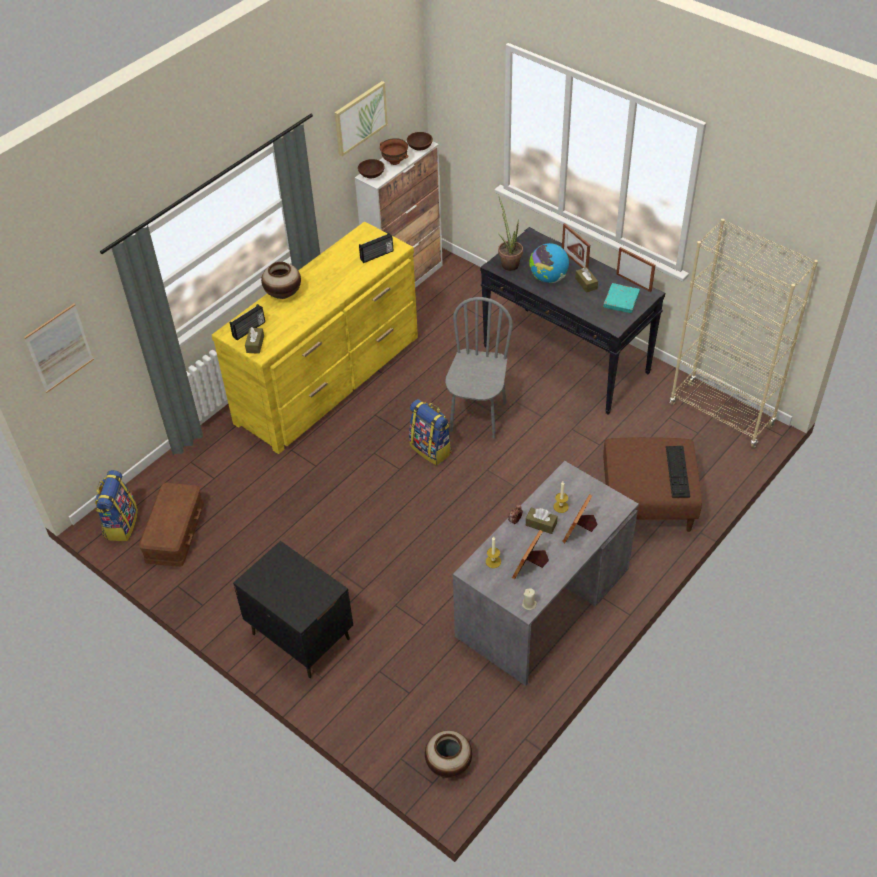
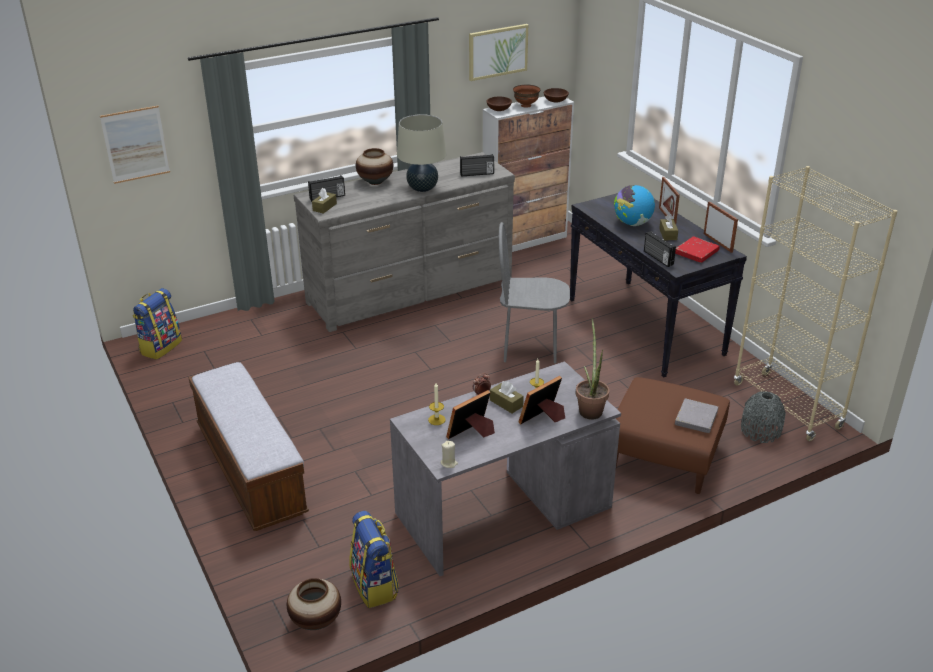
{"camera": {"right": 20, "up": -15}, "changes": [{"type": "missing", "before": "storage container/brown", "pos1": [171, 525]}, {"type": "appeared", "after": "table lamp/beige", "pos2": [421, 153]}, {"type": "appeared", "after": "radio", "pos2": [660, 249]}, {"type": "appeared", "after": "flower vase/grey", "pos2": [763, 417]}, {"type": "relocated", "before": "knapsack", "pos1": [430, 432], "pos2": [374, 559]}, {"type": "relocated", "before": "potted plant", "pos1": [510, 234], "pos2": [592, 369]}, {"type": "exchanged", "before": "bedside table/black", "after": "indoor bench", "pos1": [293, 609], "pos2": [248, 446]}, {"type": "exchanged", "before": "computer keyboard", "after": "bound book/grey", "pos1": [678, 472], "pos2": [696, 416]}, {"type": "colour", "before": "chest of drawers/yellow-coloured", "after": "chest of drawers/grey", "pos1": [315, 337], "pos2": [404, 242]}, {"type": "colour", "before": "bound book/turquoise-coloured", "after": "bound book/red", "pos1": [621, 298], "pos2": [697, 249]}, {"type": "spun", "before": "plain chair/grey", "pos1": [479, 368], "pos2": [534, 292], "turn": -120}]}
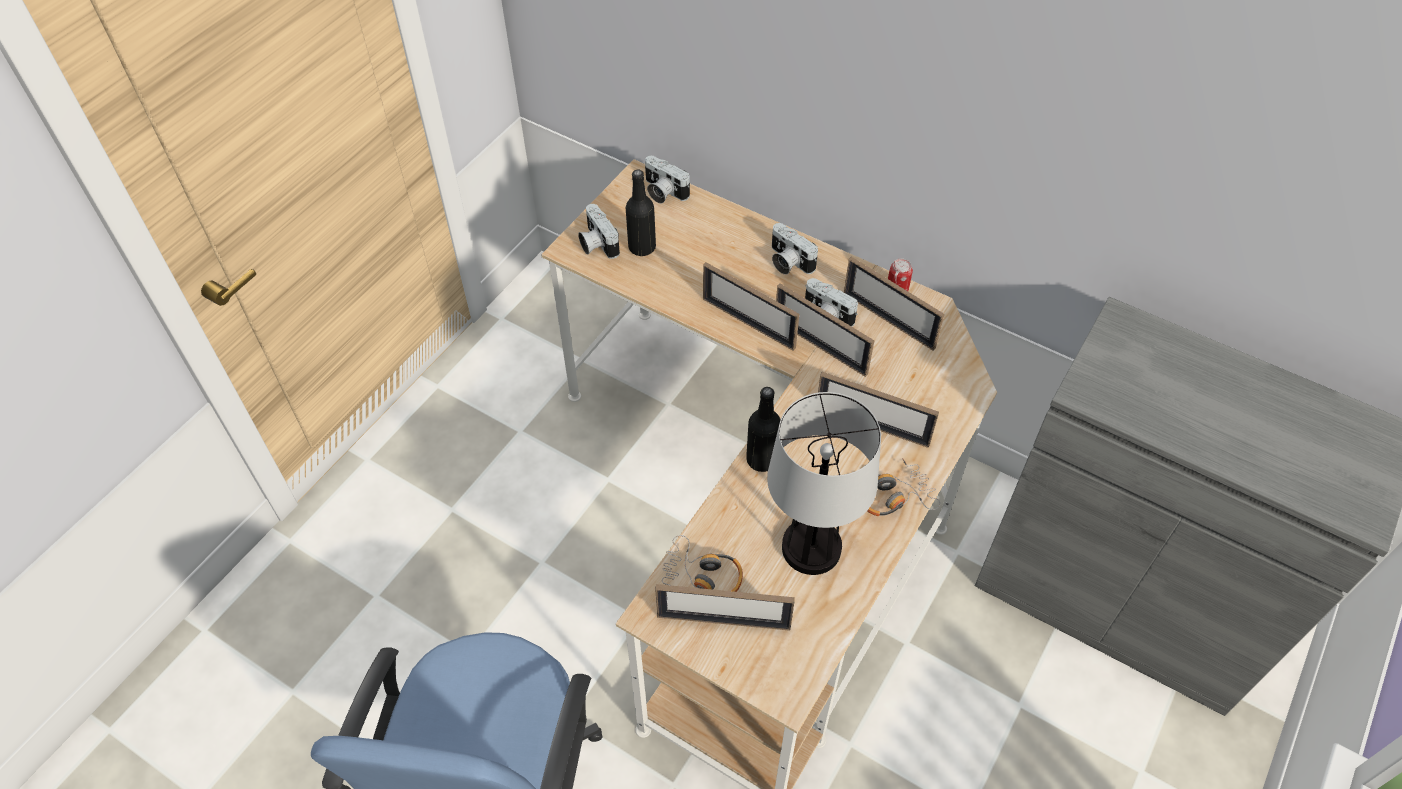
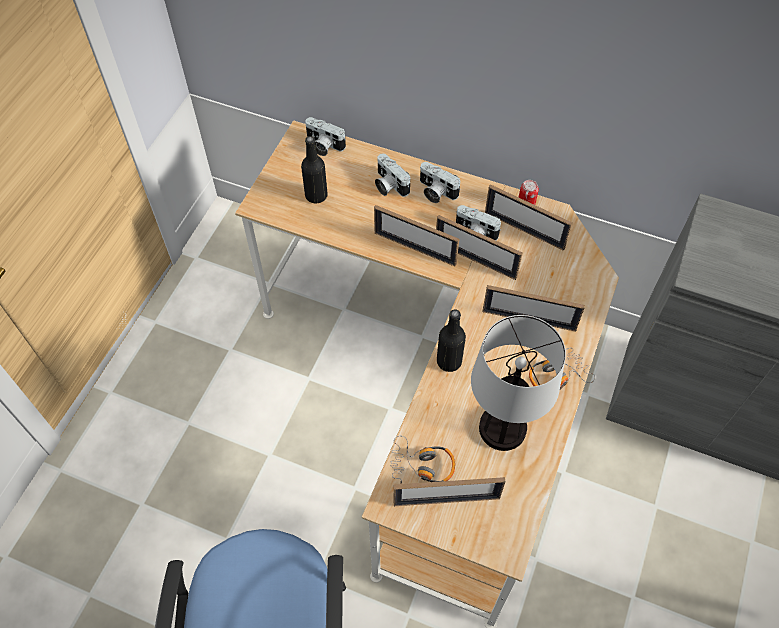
{"camera": {"right": -10, "up": 5}, "changes": [{"type": "relocated", "before": "still camera", "pos1": [599, 231], "pos2": [392, 175]}]}
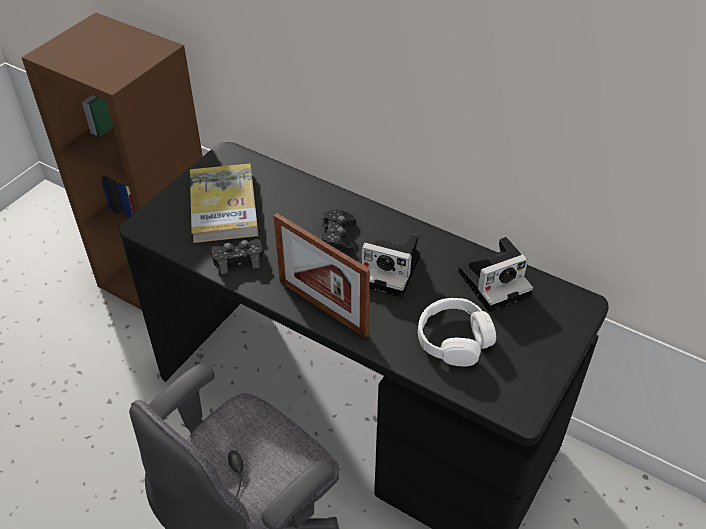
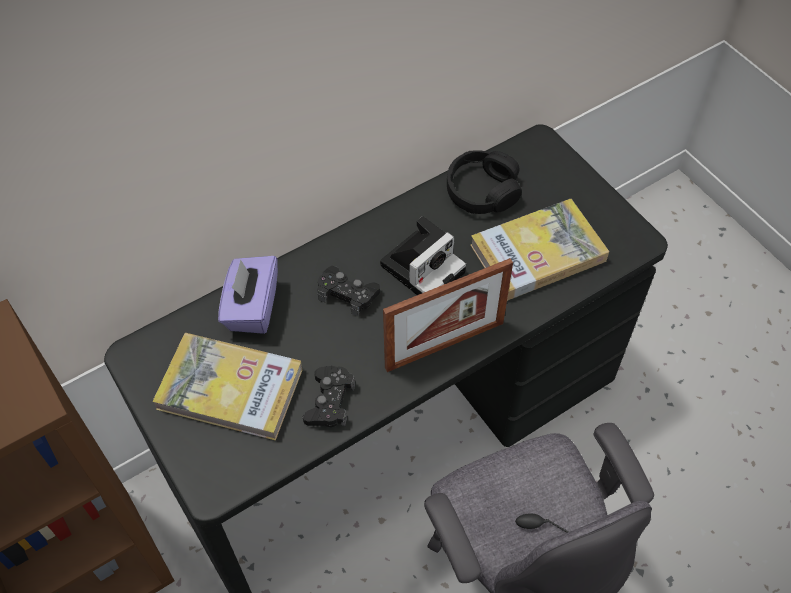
{"camera": {"right": -65, "up": 10}, "changes": [{"type": "appeared", "after": "tissue box/purple-coloured", "pos2": [248, 295]}, {"type": "exchanged", "before": "pair of headphones/whitish", "after": "bound book", "pos1": [457, 332], "pos2": [539, 250]}, {"type": "exchanged", "before": "still camera", "after": "pair of headphones/black", "pos1": [495, 274], "pos2": [484, 182]}]}
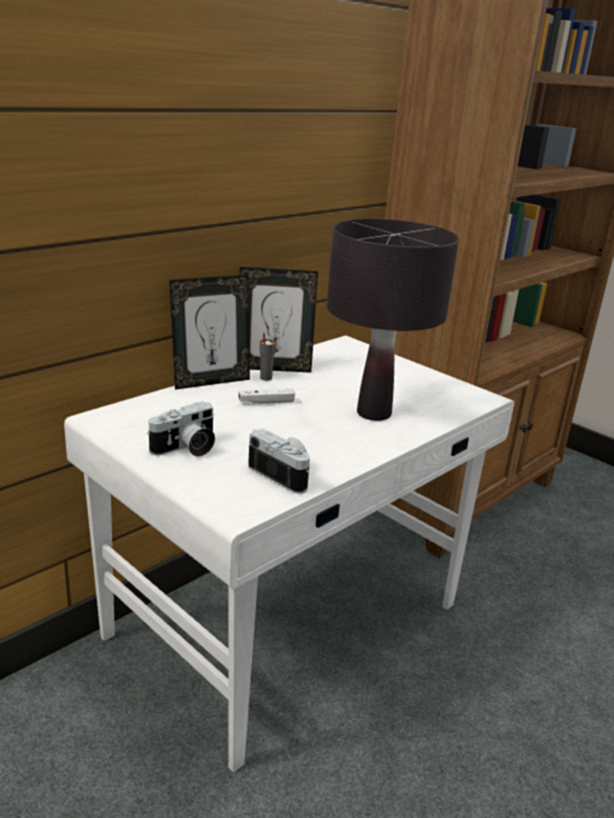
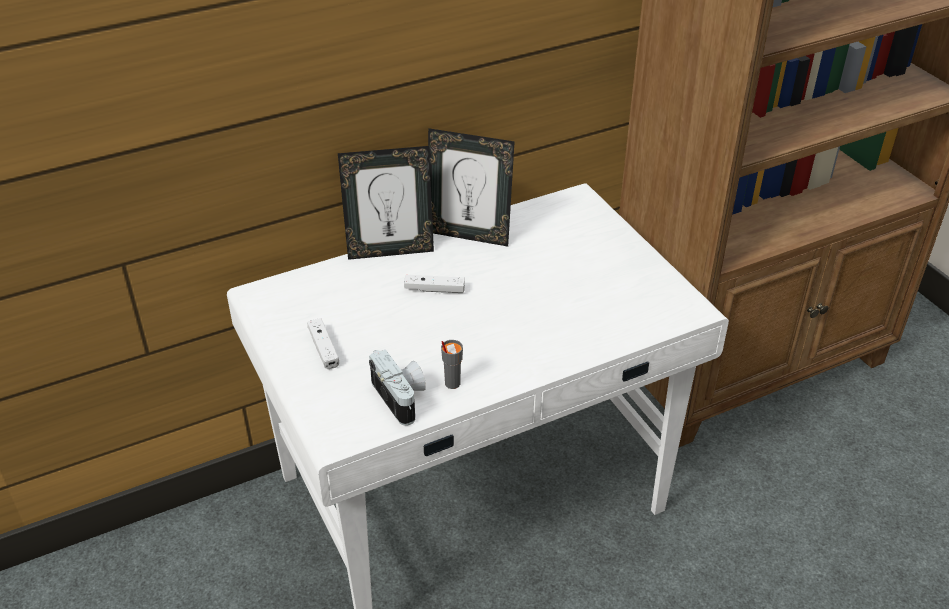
{"camera": {"right": 20, "up": 15}, "changes": [{"type": "missing", "before": "table lamp/black", "pos1": [393, 320]}, {"type": "relocated", "before": "drinking cup/grey", "pos1": [267, 357], "pos2": [452, 364]}, {"type": "exchanged", "before": "still camera", "after": "gamepad/whitish", "pos1": [181, 429], "pos2": [323, 343]}]}
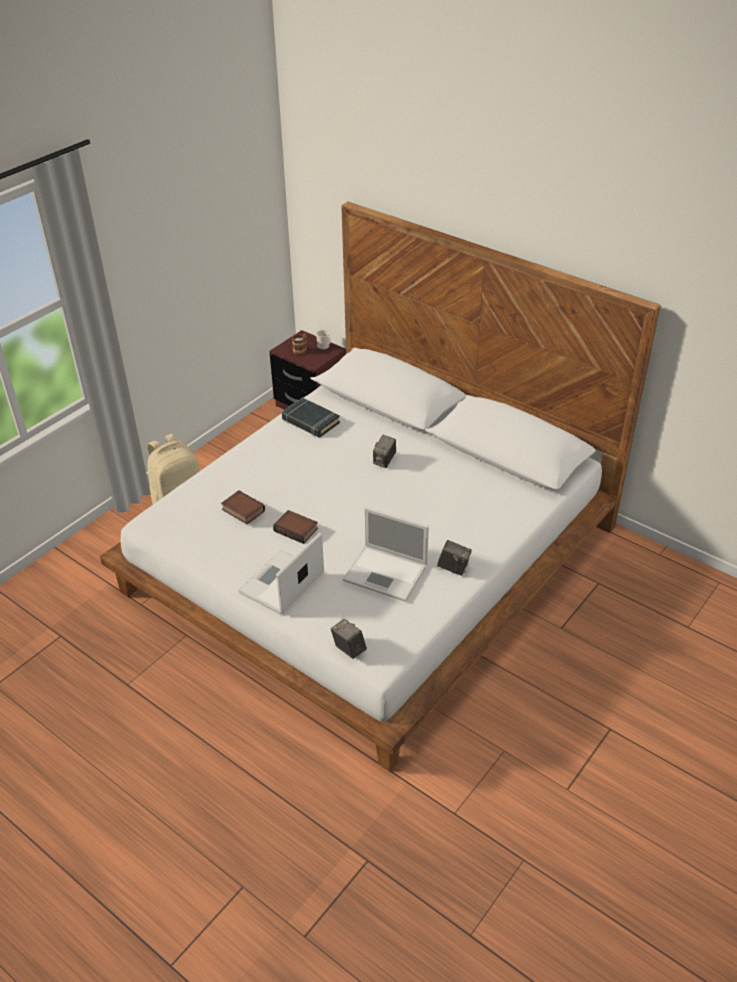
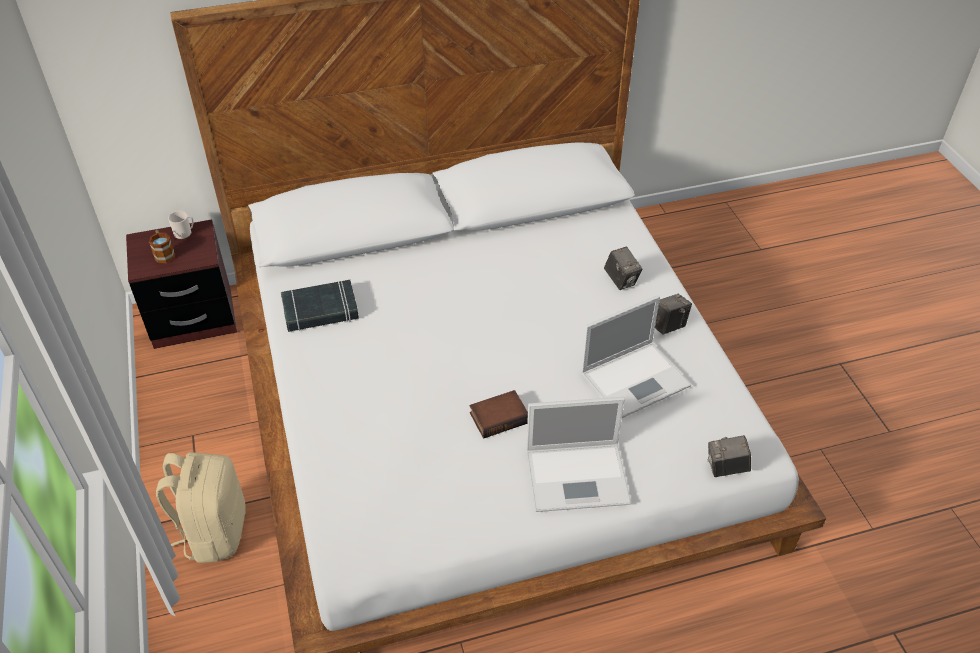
{"camera": {"right": -55, "up": 5}, "changes": [{"type": "missing", "before": "bound book", "pos1": [243, 507]}, {"type": "relocated", "before": "still camera", "pos1": [384, 451], "pos2": [623, 268]}, {"type": "spun", "before": "notebook computer", "pos1": [281, 573], "pos2": [578, 454], "turn": -75}]}
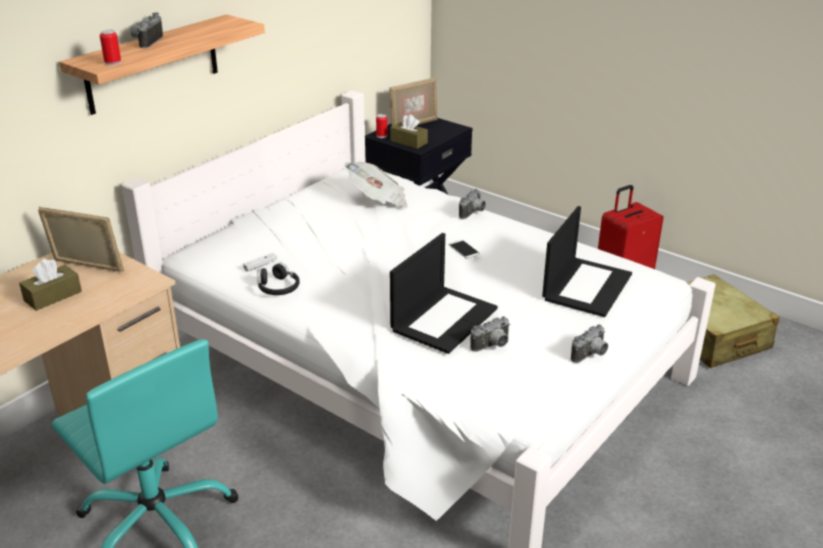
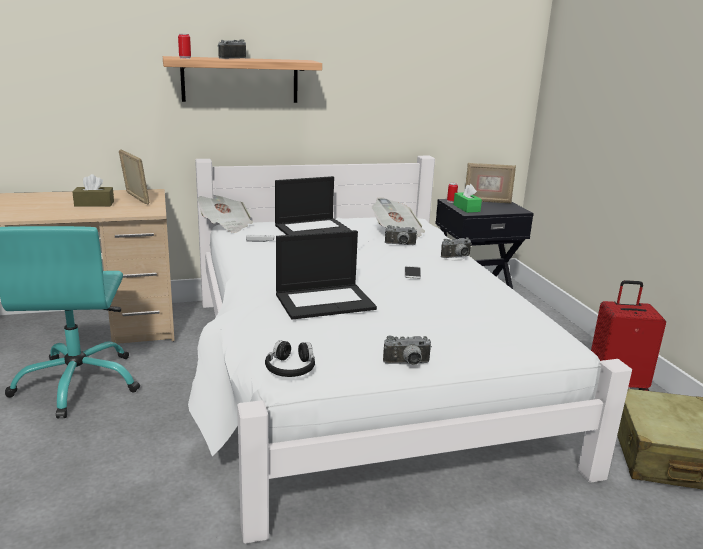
{"camera": {"right": 35, "up": -10}, "changes": [{"type": "appeared", "after": "printed paper", "pos2": [225, 214]}, {"type": "relocated", "before": "pair of headphones/black", "pos1": [278, 279], "pos2": [290, 358]}, {"type": "relocated", "before": "still camera", "pos1": [489, 334], "pos2": [401, 235]}, {"type": "relocated", "before": "notebook computer", "pos1": [587, 261], "pos2": [313, 205]}, {"type": "colour", "before": "tissue box/brown", "after": "tissue box/greenish", "pos1": [409, 131], "pos2": [467, 198]}]}
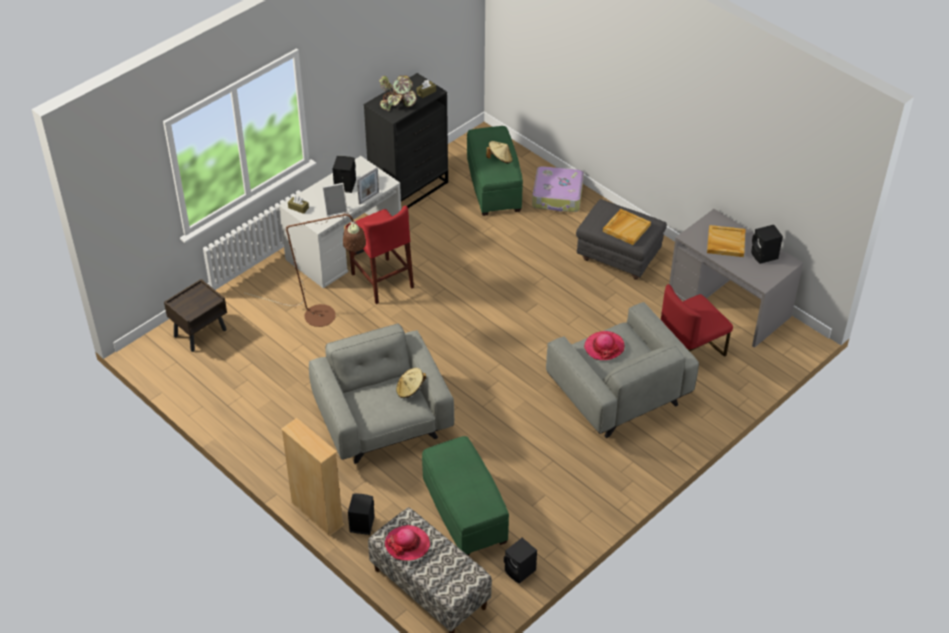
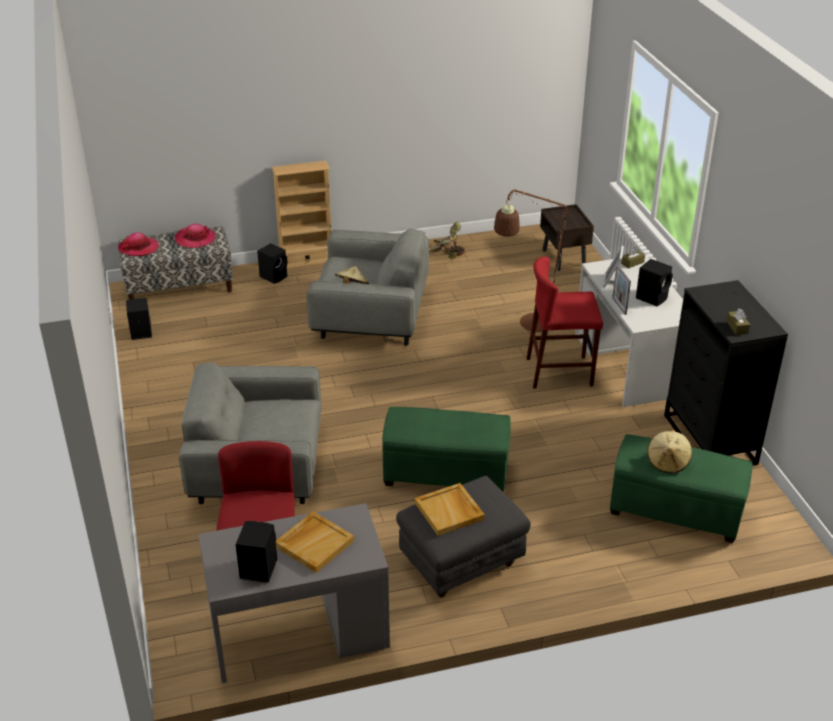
{"camera": {"right": 120, "up": -10}, "changes": [{"type": "missing", "before": "piece of luggage", "pos1": [558, 189]}, {"type": "relocated", "before": "potted plant", "pos1": [398, 93], "pos2": [447, 240]}, {"type": "relocated", "before": "footrest/greenish", "pos1": [465, 496], "pos2": [446, 449]}, {"type": "relocated", "before": "wearable hat", "pos1": [604, 345], "pos2": [138, 244]}]}
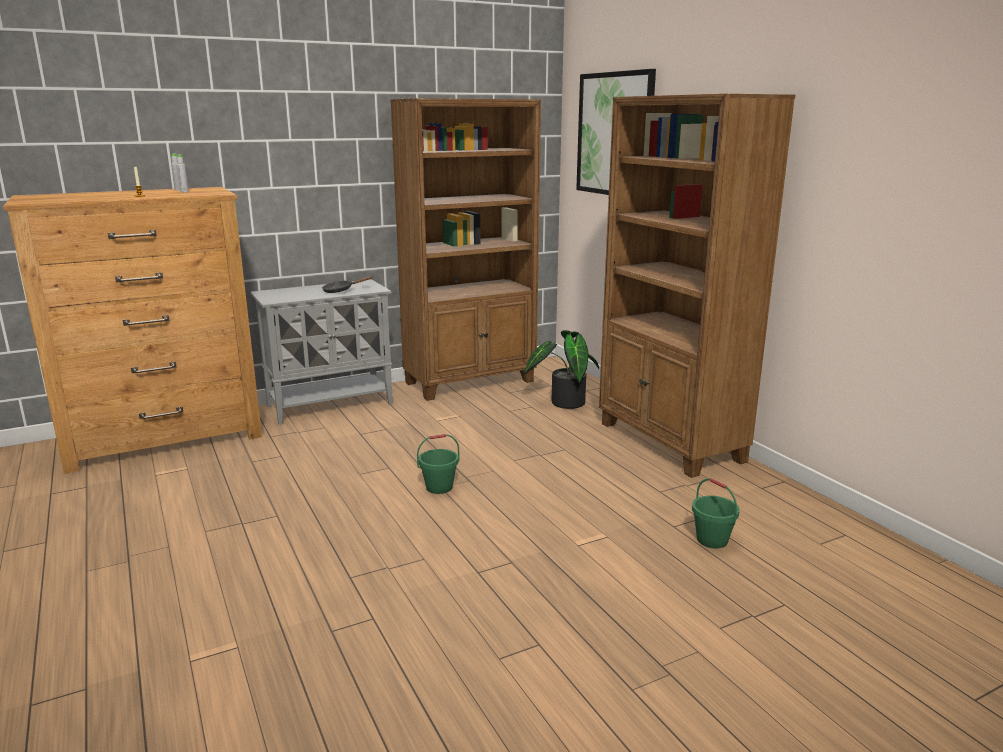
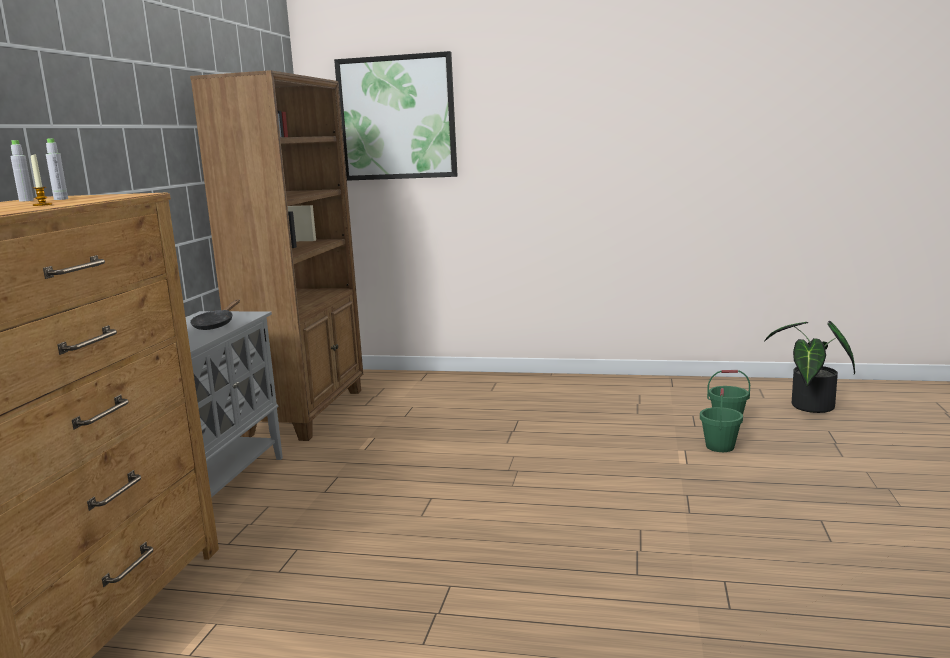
{"camera": {"right": -50, "up": -5}, "changes": [{"type": "missing", "before": "bookcase/brown", "pos1": [697, 286]}, {"type": "relocated", "before": "pail/greenish", "pos1": [438, 464], "pos2": [721, 420]}, {"type": "relocated", "before": "potted plant", "pos1": [561, 369], "pos2": [809, 367]}]}
